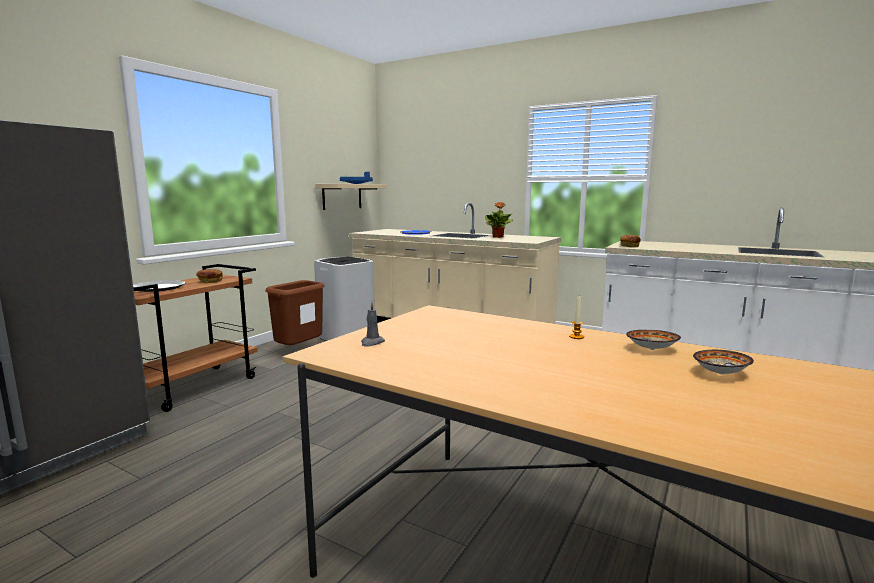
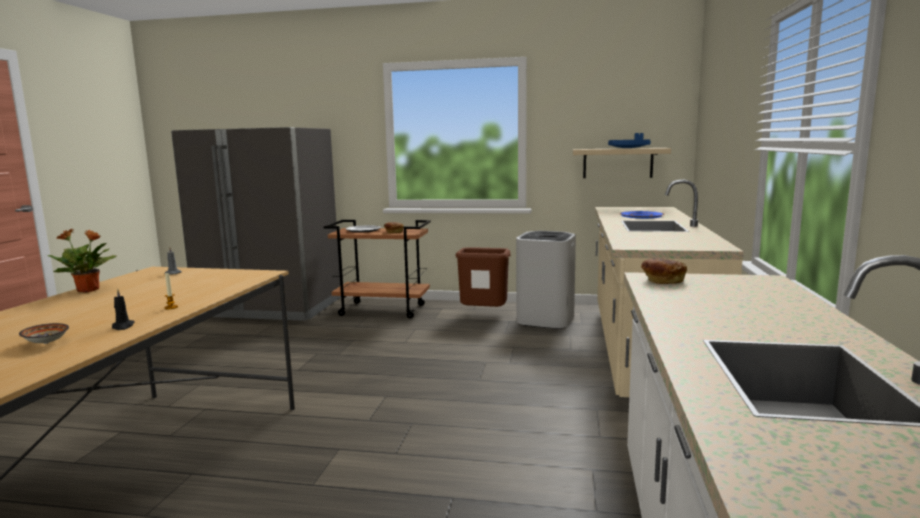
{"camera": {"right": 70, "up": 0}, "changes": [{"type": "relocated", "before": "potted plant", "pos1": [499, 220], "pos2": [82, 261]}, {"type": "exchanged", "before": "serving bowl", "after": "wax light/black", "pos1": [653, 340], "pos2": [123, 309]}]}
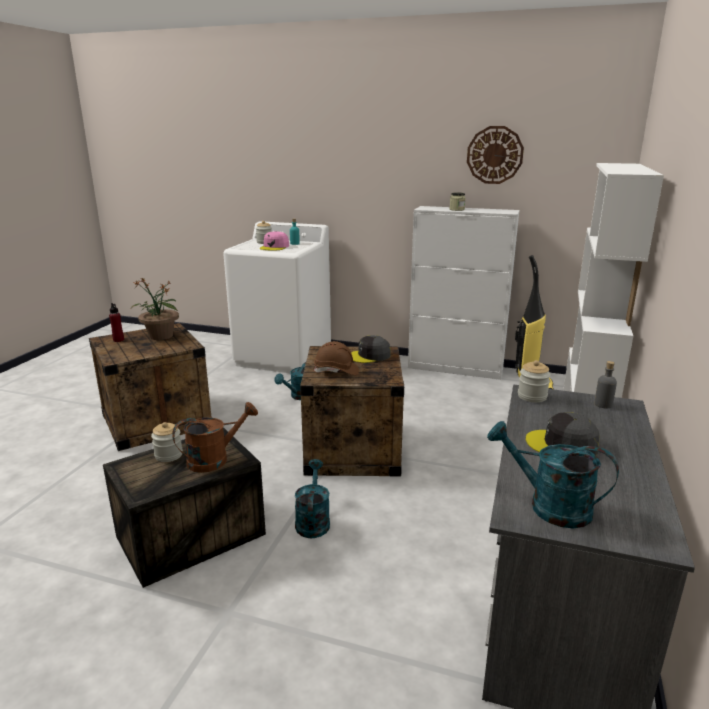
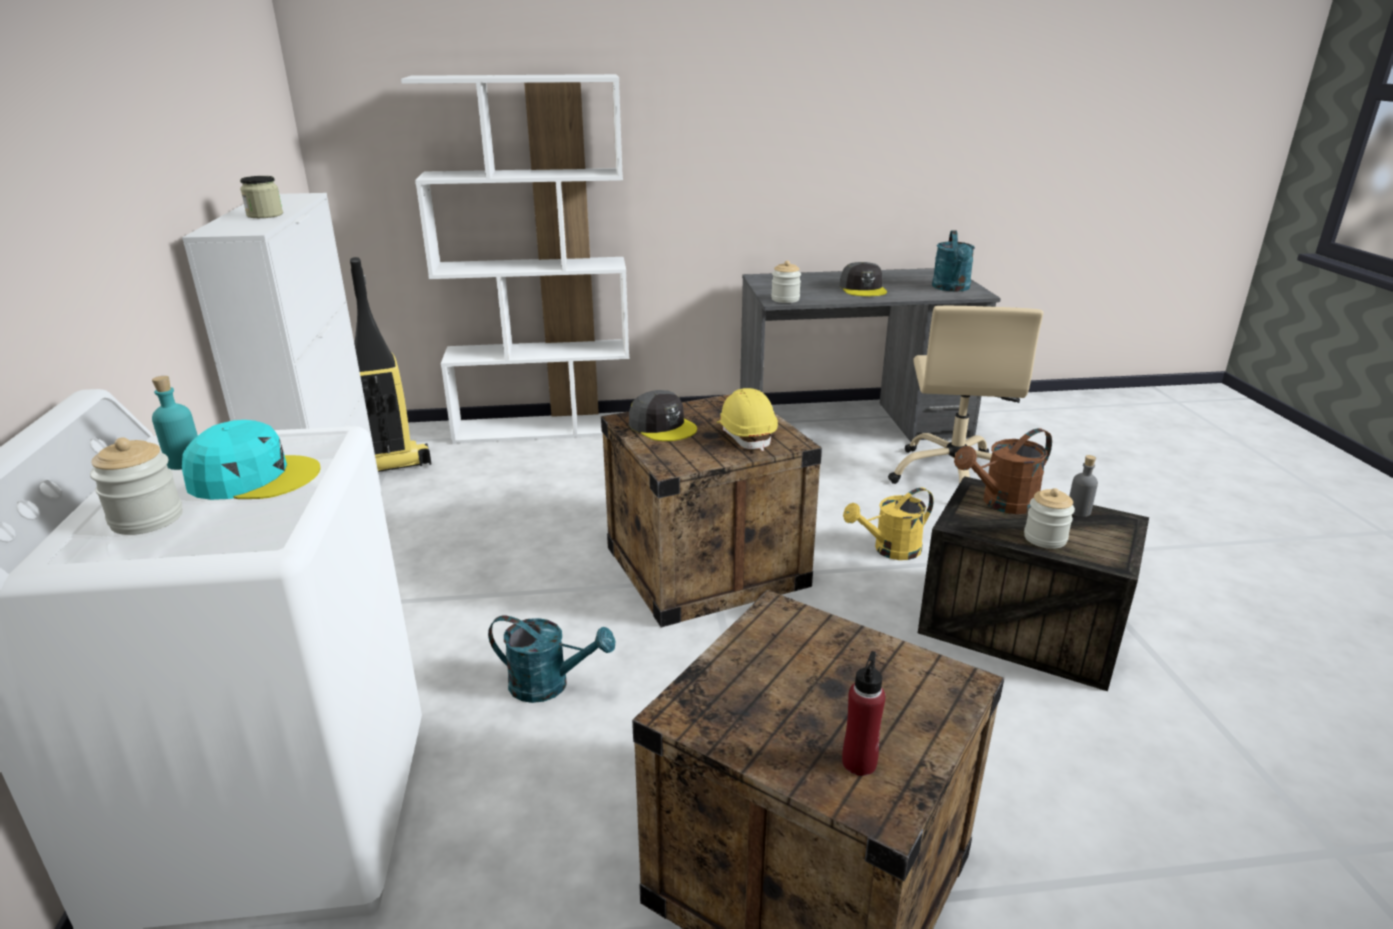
{"camera": {"right": -115, "up": 5}, "changes": [{"type": "missing", "before": "potted plant", "pos1": [155, 308]}, {"type": "missing", "before": "wall clock", "pos1": [495, 155]}, {"type": "appeared", "after": "office chair/beige", "pos2": [965, 395]}, {"type": "relocated", "before": "drink bottle/grey", "pos1": [605, 384], "pos2": [1083, 486]}, {"type": "colour", "before": "peaked cap/pinkish", "after": "peaked cap/turquoise-coloured", "pos1": [274, 240], "pos2": [251, 460]}, {"type": "colour", "before": "sprinkling can/turquoise-coloured", "after": "sprinkling can/yellow-coloured", "pos1": [312, 498], "pos2": [888, 524]}, {"type": "colour", "before": "work helmet/brown", "after": "work helmet/yellow-coloured", "pos1": [336, 358], "pos2": [747, 419]}, {"type": "spun", "before": "sprinkling can/brown", "pos1": [215, 437], "pos2": [1003, 471], "turn": -60}]}
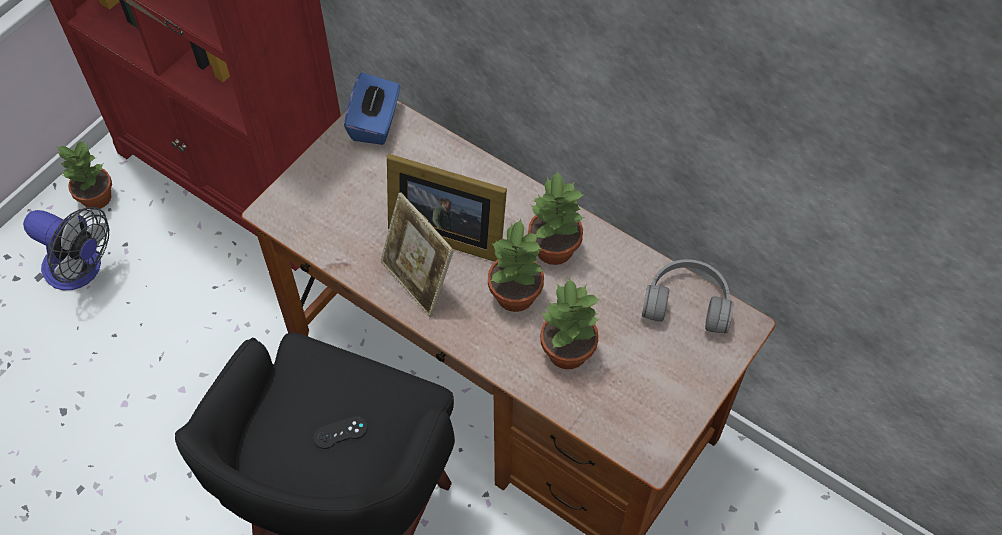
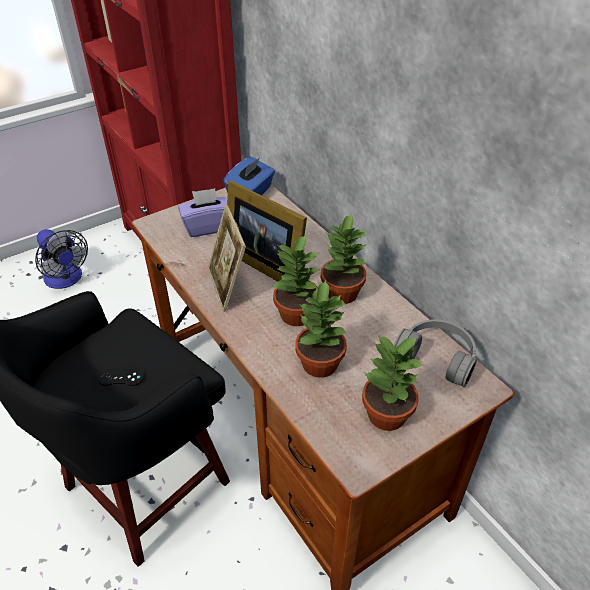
{"camera": {"right": 20, "up": -15}, "changes": [{"type": "appeared", "after": "tissue box/purple-coloured", "pos2": [203, 212]}, {"type": "relocated", "before": "potted plant", "pos1": [84, 175], "pos2": [393, 383]}]}
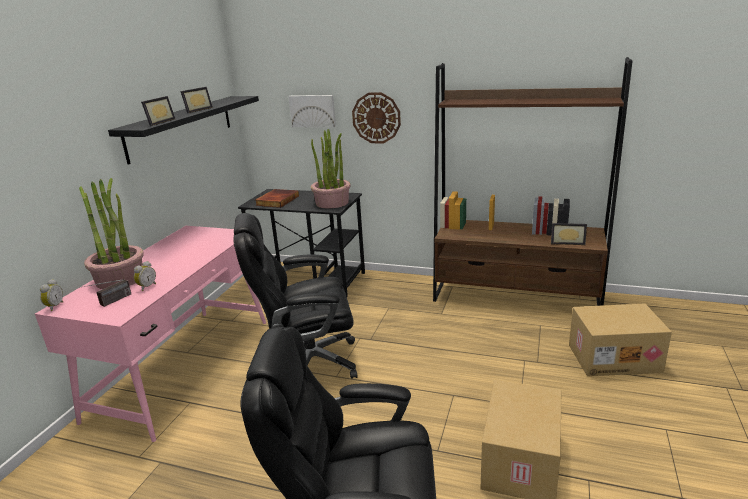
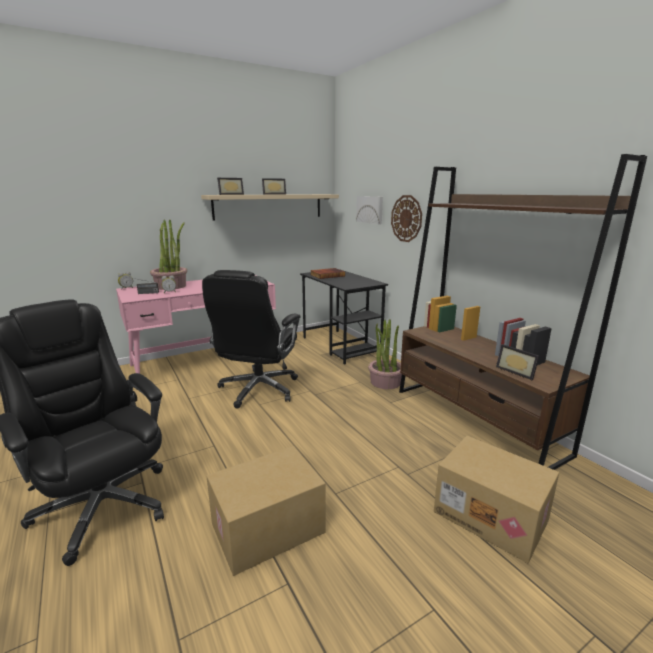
{"camera": {"right": 40, "up": -5}, "changes": [{"type": "relocated", "before": "potted plant", "pos1": [331, 169], "pos2": [385, 354]}, {"type": "colour", "before": "bracket shelf/black", "after": "bracket shelf/beige", "pos1": [183, 130], "pos2": [270, 207]}, {"type": "spun", "before": "office chair/black", "pos1": [296, 296], "pos2": [251, 339], "turn": -105}]}
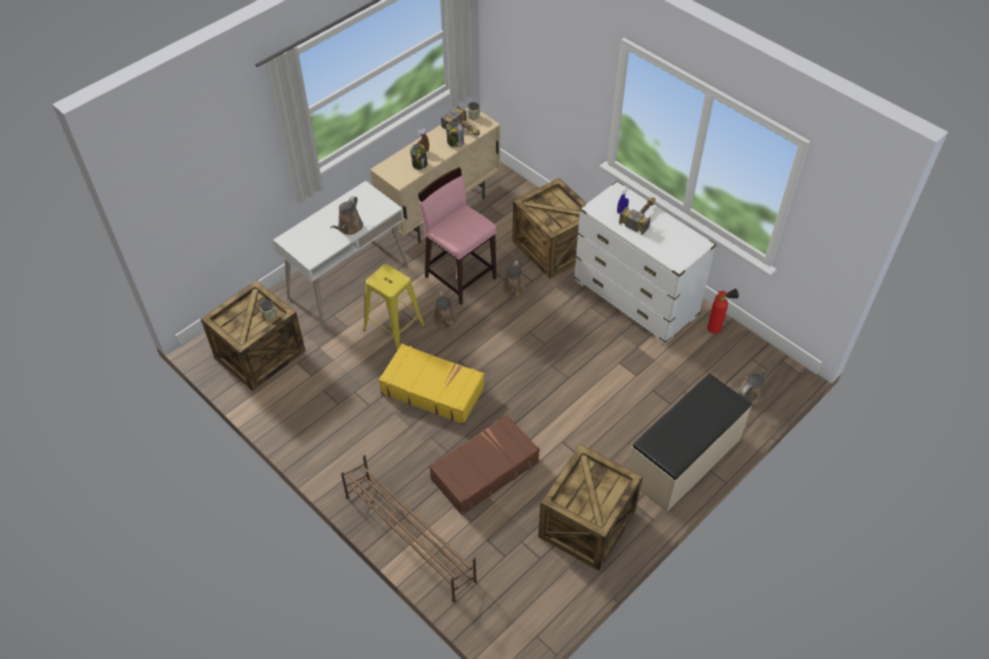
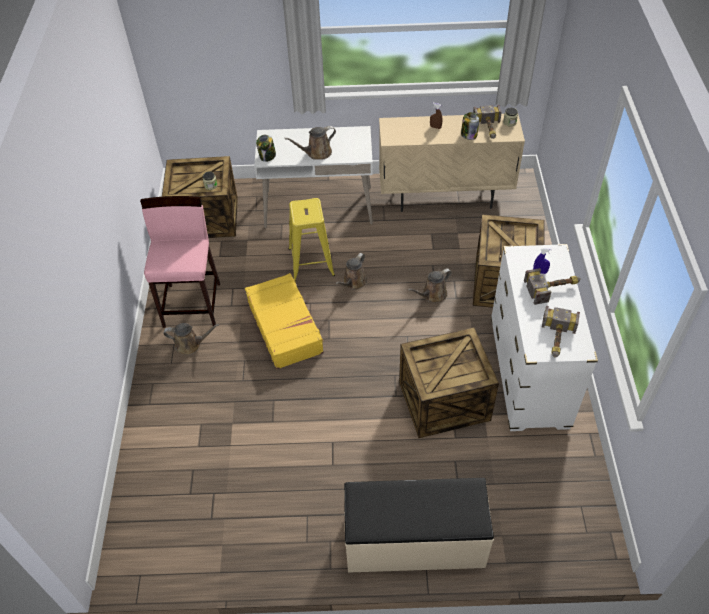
{"camera": {"right": 45, "up": 0}, "changes": [{"type": "missing", "before": "shoe shelf/brown", "pos1": [409, 528]}, {"type": "missing", "before": "piece of luggage/brown", "pos1": [484, 465]}, {"type": "missing", "before": "extinguisher", "pos1": [723, 311]}, {"type": "appeared", "after": "hammer", "pos2": [561, 332]}, {"type": "relocated", "before": "jar", "pos1": [419, 157], "pos2": [266, 148]}, {"type": "relocated", "before": "stool/pinkish", "pos1": [457, 236], "pos2": [180, 262]}, {"type": "relocated", "before": "shipping crate", "pos1": [590, 507], "pos2": [449, 383]}, {"type": "relocated", "before": "sprinkling can/brown", "pos1": [758, 380], "pos2": [191, 339]}]}
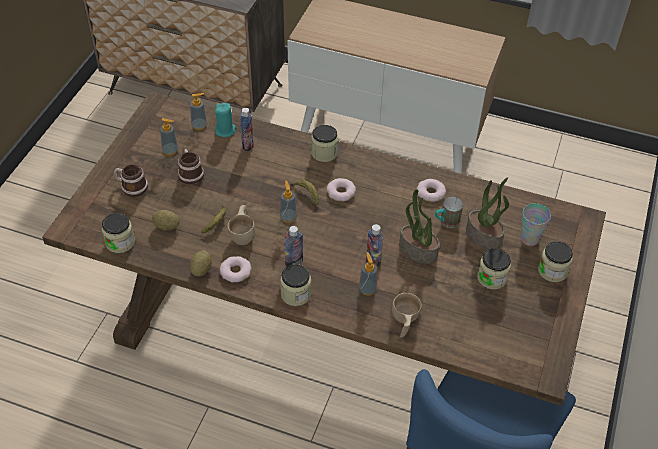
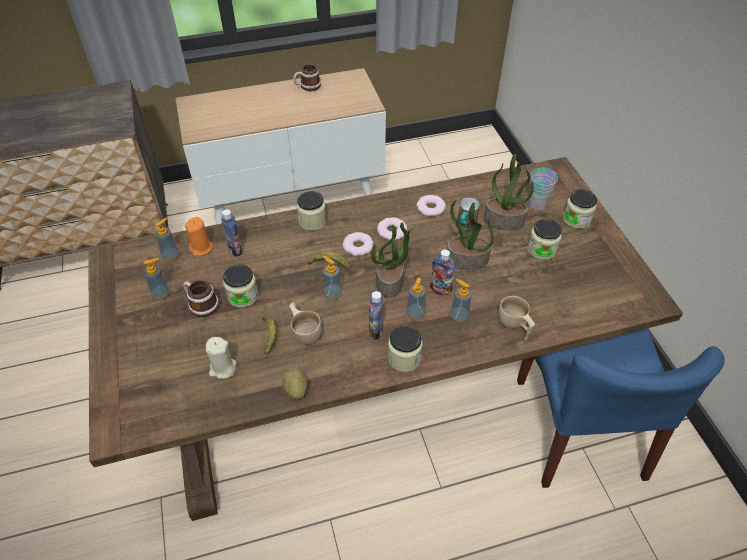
{"camera": {"right": -35, "up": 0}, "changes": [{"type": "appeared", "after": "potted plant", "pos2": [393, 260]}, {"type": "appeared", "after": "liquid soap bottle", "pos2": [416, 298]}, {"type": "relocated", "before": "jar", "pos1": [118, 233], "pos2": [240, 286]}, {"type": "relocated", "before": "mug", "pos1": [131, 180], "pos2": [307, 77]}, {"type": "relocated", "before": "donut", "pos1": [236, 269], "pos2": [392, 228]}, {"type": "exchanged", "before": "potato", "after": "wax light/beige", "pos1": [166, 220], "pos2": [221, 358]}, {"type": "colour", "before": "wax light/turquoise-coloured", "after": "wax light/orange-coloured", "pos1": [225, 120], "pos2": [199, 236]}]}
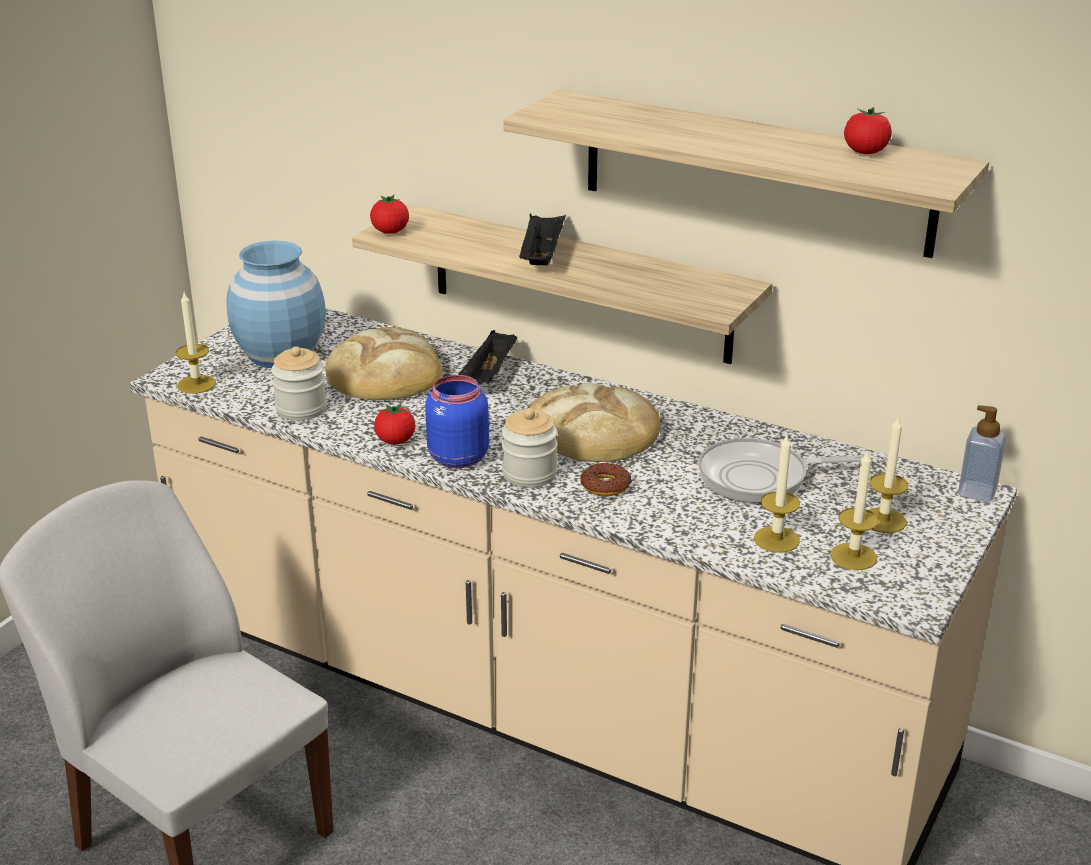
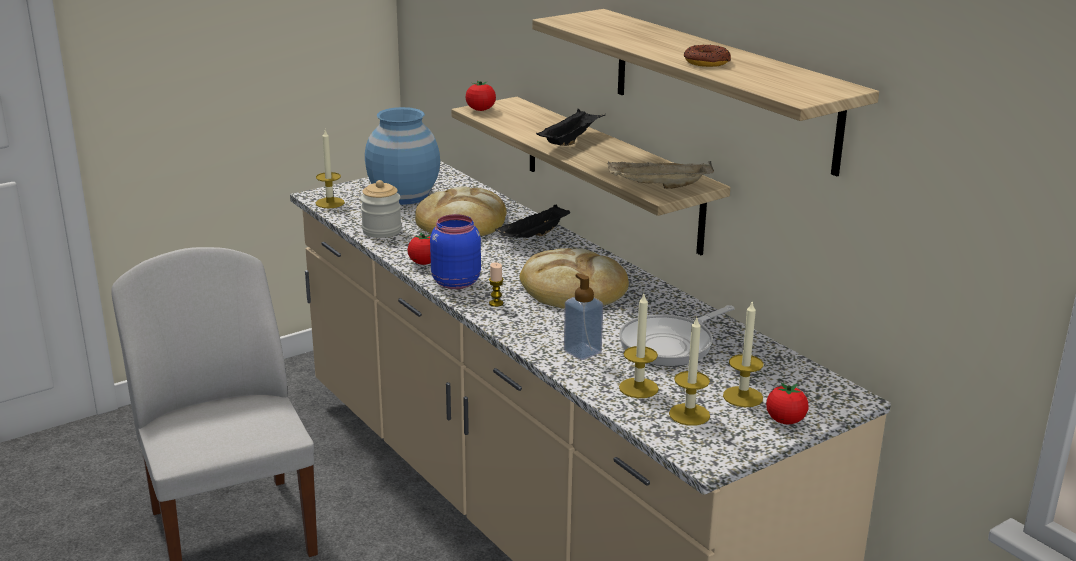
{"camera": {"right": 25, "up": -5}, "changes": [{"type": "appeared", "after": "serving tray/beige", "pos2": [661, 175]}, {"type": "relocated", "before": "donut", "pos1": [606, 479], "pos2": [707, 56]}, {"type": "relocated", "before": "fresh tomato", "pos1": [868, 130], "pos2": [787, 403]}, {"type": "relocated", "before": "liquid soap bottle", "pos1": [982, 453], "pos2": [583, 316]}, {"type": "exchanged", "before": "jar", "after": "wax light", "pos1": [529, 448], "pos2": [496, 284]}, {"type": "spun", "before": "frying pan", "pos1": [780, 470], "pos2": [676, 335], "turn": -60}]}
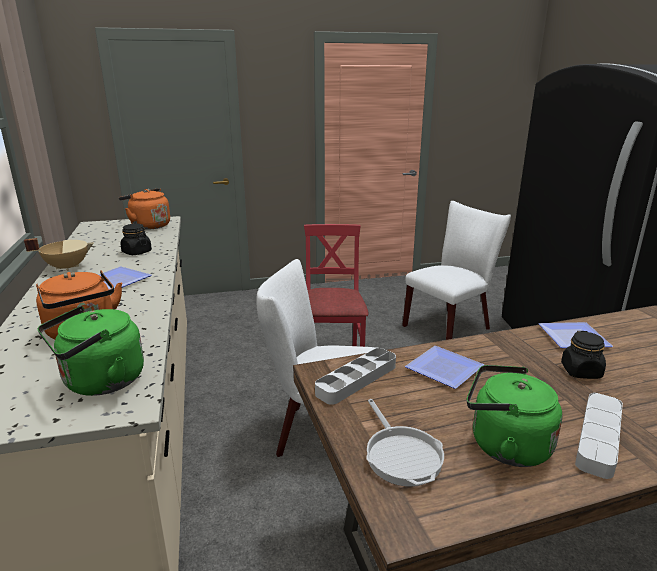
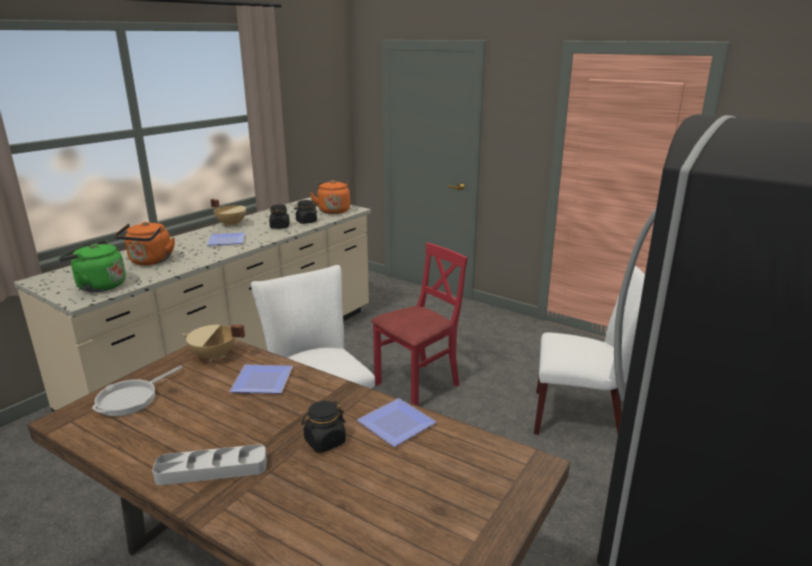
{"camera": {"right": 50, "up": 0}, "changes": [{"type": "missing", "before": "kettle/greenish", "pos1": [514, 416]}, {"type": "appeared", "after": "jar/black", "pos2": [305, 212]}, {"type": "exchanged", "before": "serving tray/grey", "after": "saucepot/beige", "pos1": [355, 376], "pos2": [213, 343]}]}
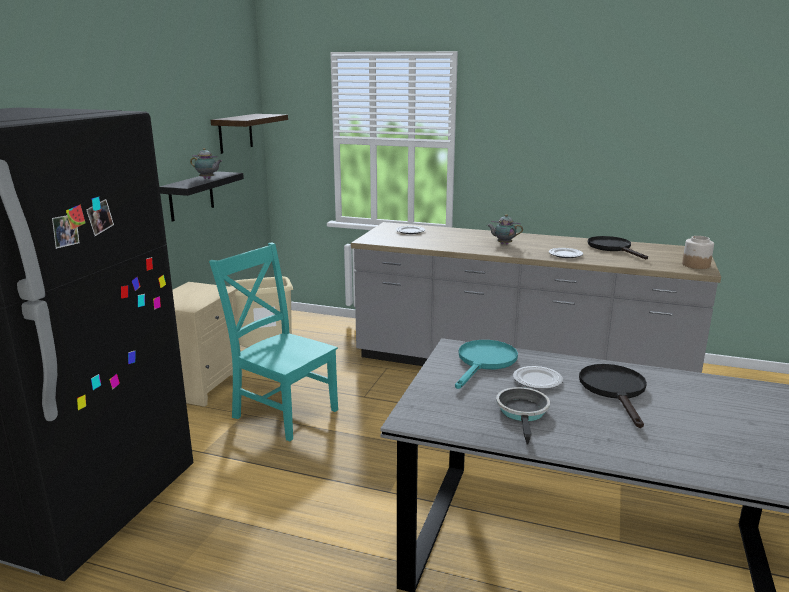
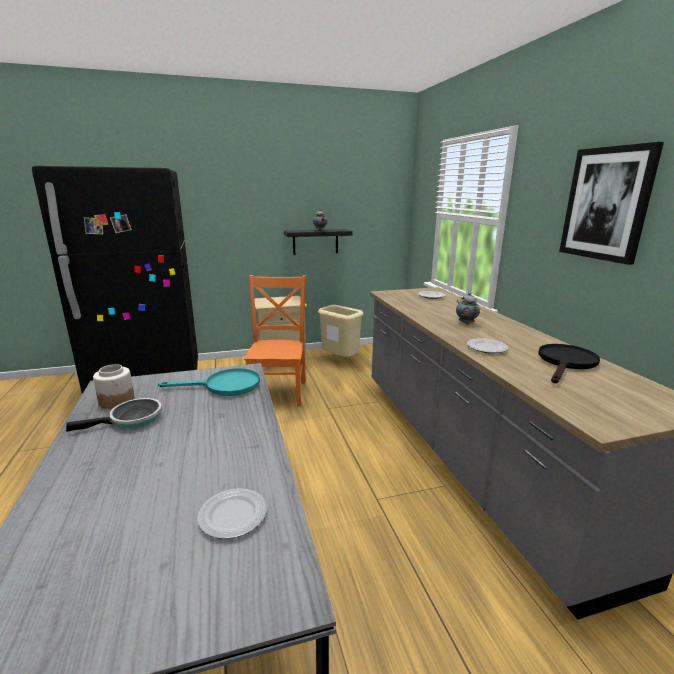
{"camera": {"right": 55, "up": 0}, "changes": [{"type": "missing", "before": "bracket shelf", "pos1": [249, 134]}, {"type": "missing", "before": "frying pan/black", "pos1": [613, 396]}, {"type": "appeared", "after": "wall art", "pos2": [611, 203]}, {"type": "relocated", "before": "plate", "pos1": [538, 377], "pos2": [232, 513]}, {"type": "relocated", "before": "jar", "pos1": [698, 252], "pos2": [114, 386]}, {"type": "colour", "before": "plain chair/turquoise-coloured", "after": "plain chair/orange-coloured", "pos1": [273, 342], "pos2": [275, 341]}]}
